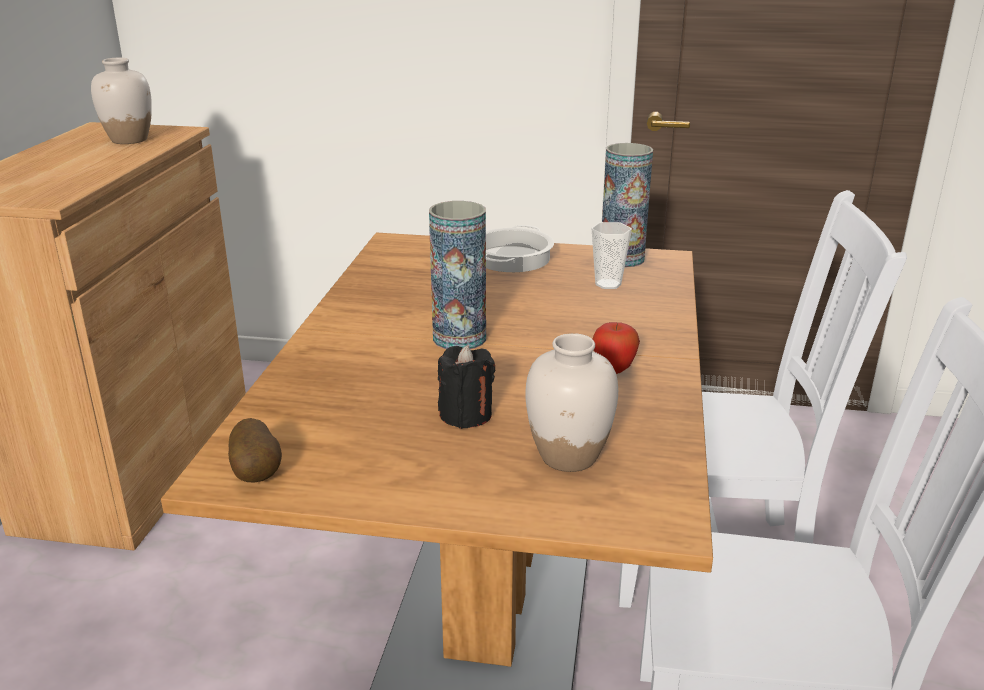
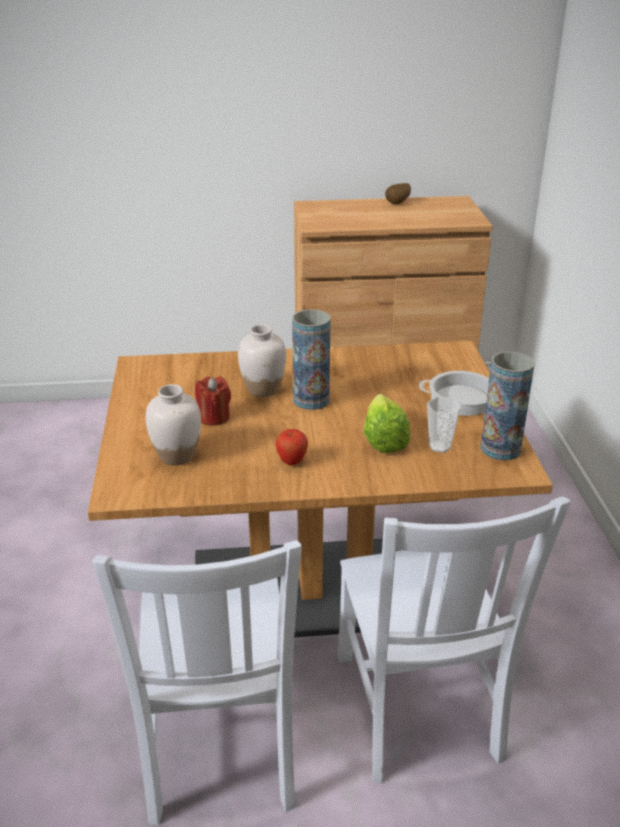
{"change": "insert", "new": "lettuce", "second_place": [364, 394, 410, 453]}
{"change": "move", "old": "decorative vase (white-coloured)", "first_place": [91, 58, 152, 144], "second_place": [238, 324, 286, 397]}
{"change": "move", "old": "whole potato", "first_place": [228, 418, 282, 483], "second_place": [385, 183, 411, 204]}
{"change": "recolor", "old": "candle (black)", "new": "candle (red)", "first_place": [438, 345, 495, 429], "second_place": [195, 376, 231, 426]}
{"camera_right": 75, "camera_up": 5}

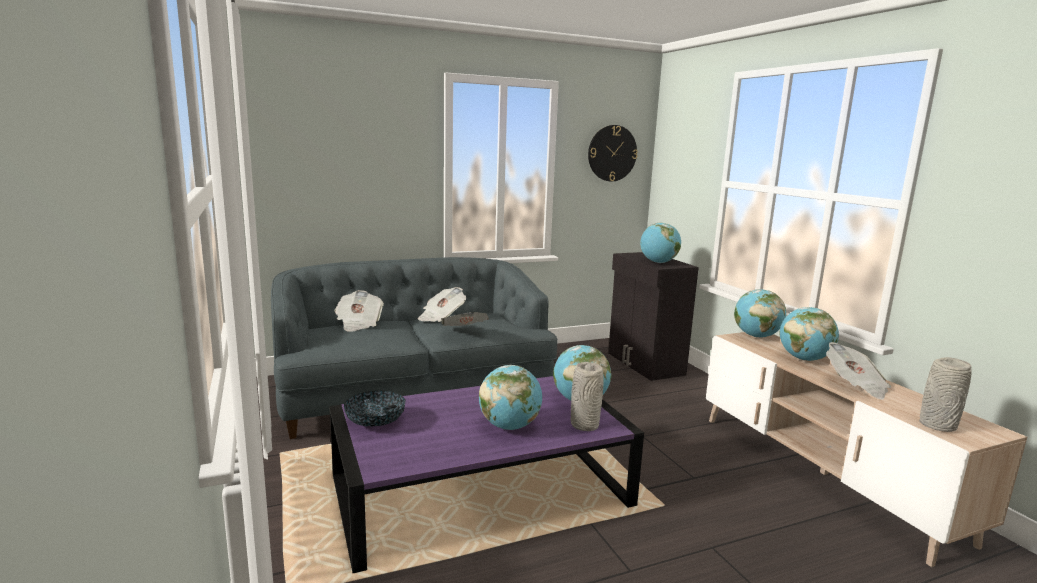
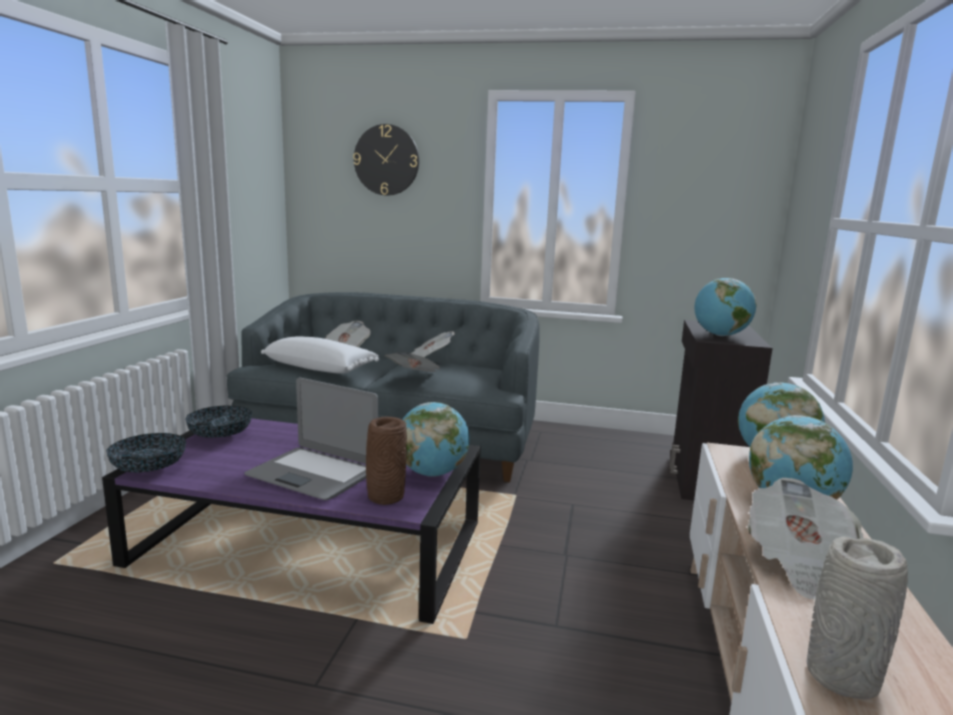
{"change": "insert", "new": "bowl", "second_place": [106, 433, 186, 472]}
{"change": "insert", "new": "pillow (white-coloured)", "second_place": [261, 336, 379, 374]}
{"change": "move", "old": "clock on the wall", "first_place": [588, 125, 638, 182], "second_place": [353, 124, 419, 195]}
{"change": "replace", "old": "desk globe", "new": "notebook computer", "first_place": [479, 365, 542, 430], "second_place": [245, 378, 378, 500]}
{"change": "recolor", "old": "decorative vase (gray)", "new": "decorative vase (brown)", "first_place": [571, 362, 603, 431], "second_place": [366, 417, 407, 505]}
{"camera_right": 35, "camera_up": 0}

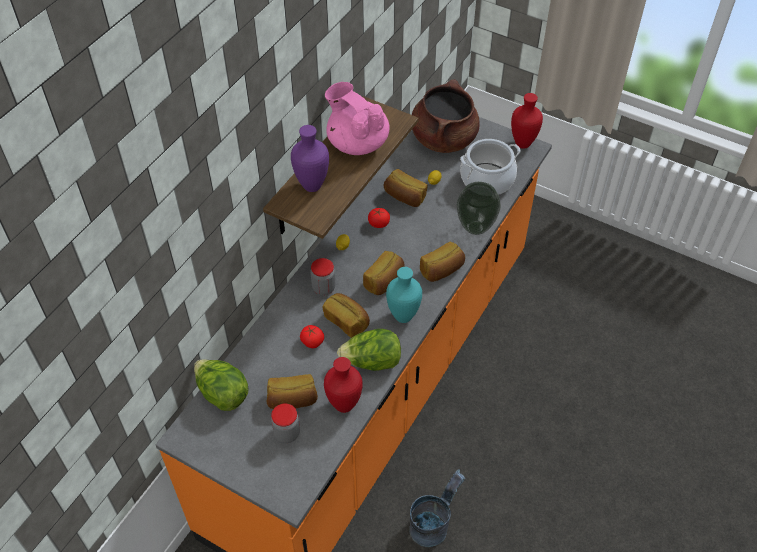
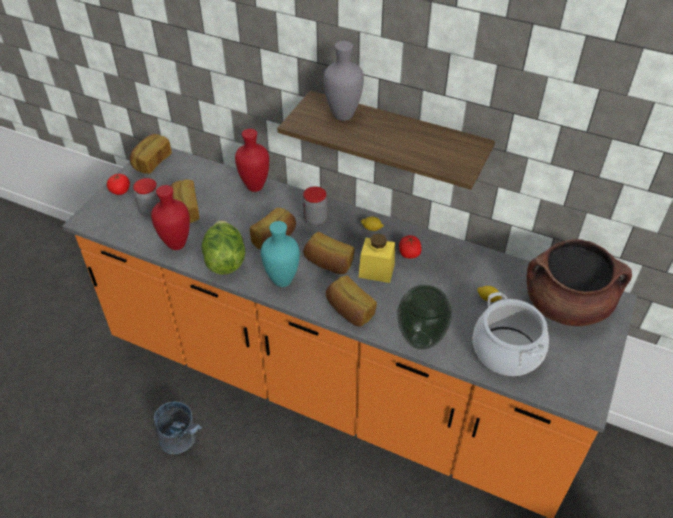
{"change": "delete", "old": "lettuce", "first_place": [194, 359, 248, 411]}
{"change": "delete", "old": "tea pot (pinkish)", "first_place": [325, 82, 390, 155]}
{"change": "insert", "new": "preserve jar (yellow)", "second_place": [358, 234, 395, 283]}
{"change": "move", "old": "fresh tomato", "first_place": [300, 325, 324, 348], "second_place": [107, 173, 130, 195]}
{"change": "move", "old": "baked bread", "first_place": [384, 169, 428, 207], "second_place": [130, 134, 172, 174]}
{"change": "move", "old": "decorative vase (red)", "first_place": [511, 93, 543, 149], "second_place": [235, 129, 269, 192]}
{"change": "recolor", "old": "decorative vase (purple)", "new": "decorative vase (gray)", "first_place": [291, 125, 329, 192], "second_place": [323, 41, 364, 121]}
{"camera_right": 85, "camera_up": -5}

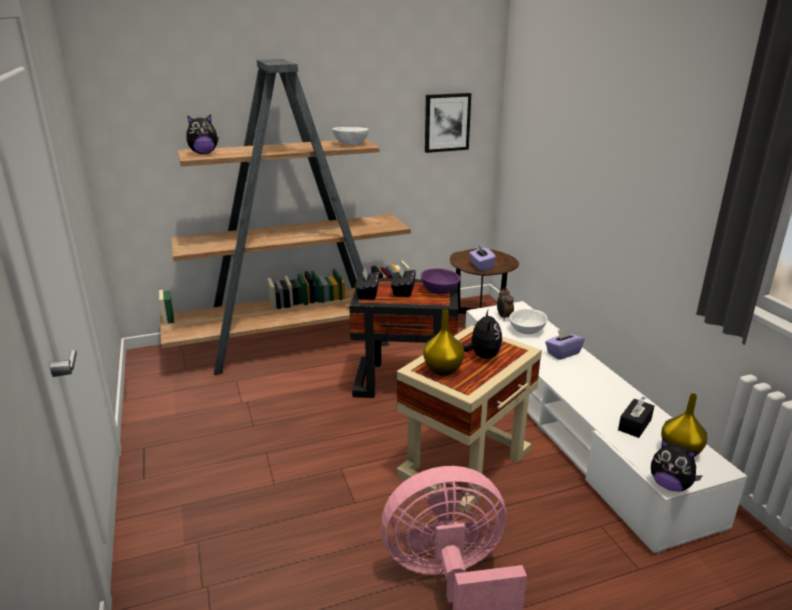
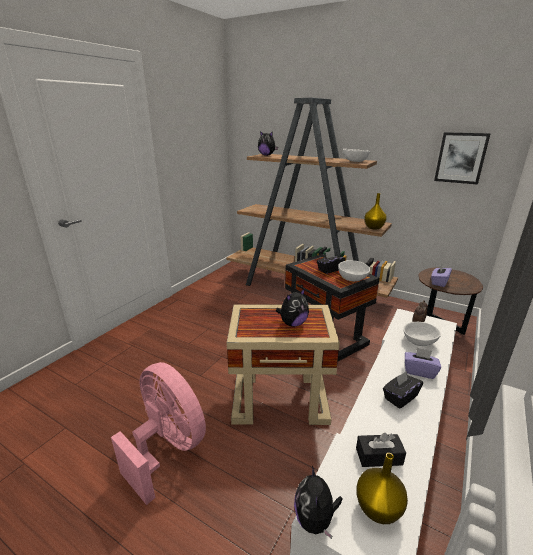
{"change": "move", "old": "box of tissues (black)", "first_place": [355, 268, 379, 300], "second_place": [383, 371, 423, 409]}
{"change": "move", "old": "decorative vase (yellow)", "first_place": [423, 310, 465, 376], "second_place": [364, 193, 387, 230]}
{"change": "recolor", "old": "bowl (purple)", "new": "bowl (white-coloured)", "first_place": [421, 268, 460, 294], "second_place": [338, 260, 370, 281]}
{"camera_right": 50, "camera_up": 0}

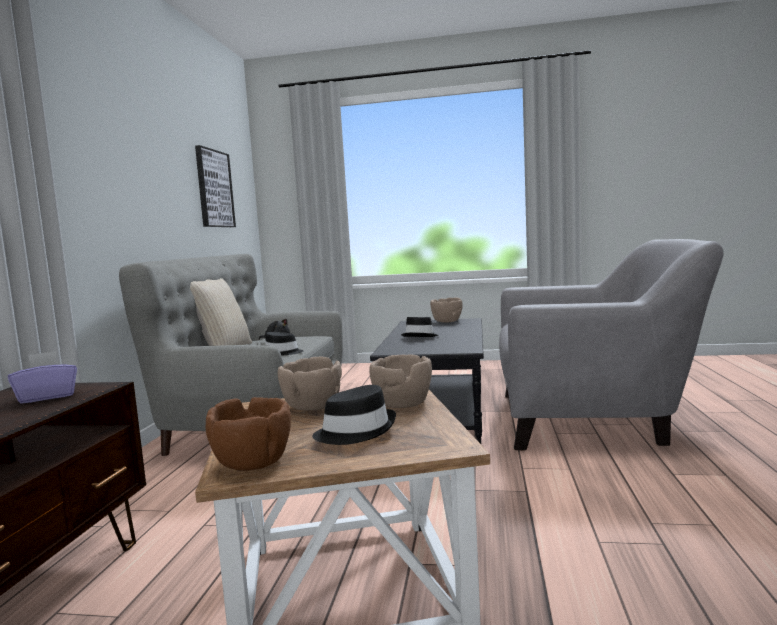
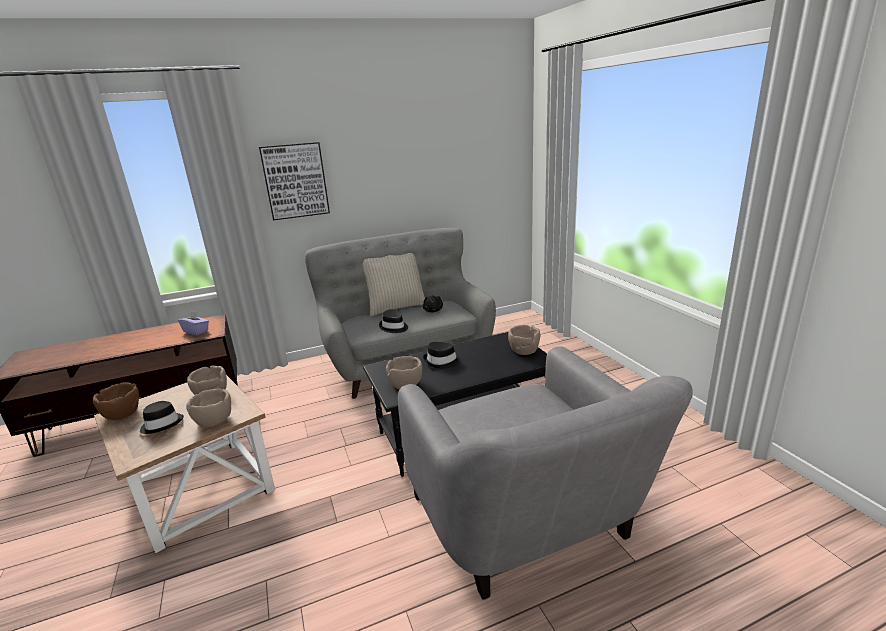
{"change": "insert", "new": "bowl (brown)", "second_place": [386, 356, 422, 389]}
{"change": "move", "old": "picture", "first_place": [195, 145, 236, 227], "second_place": [259, 142, 330, 220]}
{"camera_right": 60, "camera_up": 15}

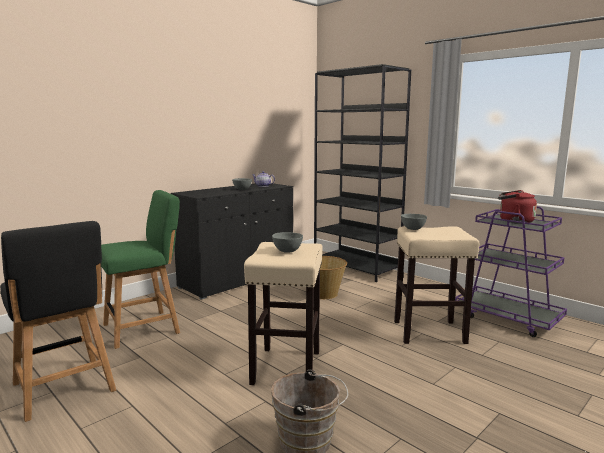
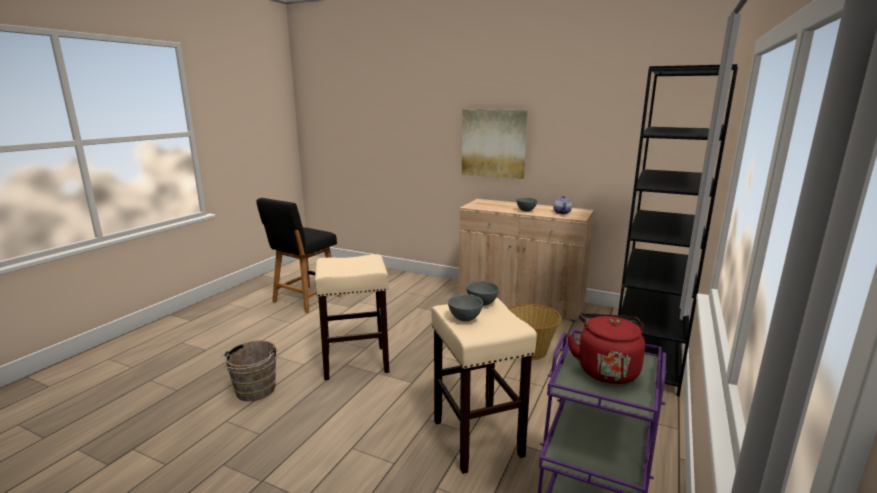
{"change": "delete", "old": "plain chair (green)", "first_place": [101, 190, 180, 349]}
{"change": "insert", "new": "picture", "second_place": [462, 109, 528, 179]}
{"change": "move", "old": "bowl (gray)", "first_place": [272, 232, 303, 253], "second_place": [448, 294, 483, 321]}
{"change": "recolor", "old": "storage cabinet (black)", "new": "storage cabinet (sand-coloured)", "first_place": [171, 183, 293, 300], "second_place": [458, 199, 594, 322]}
{"camera_right": 70, "camera_up": 5}

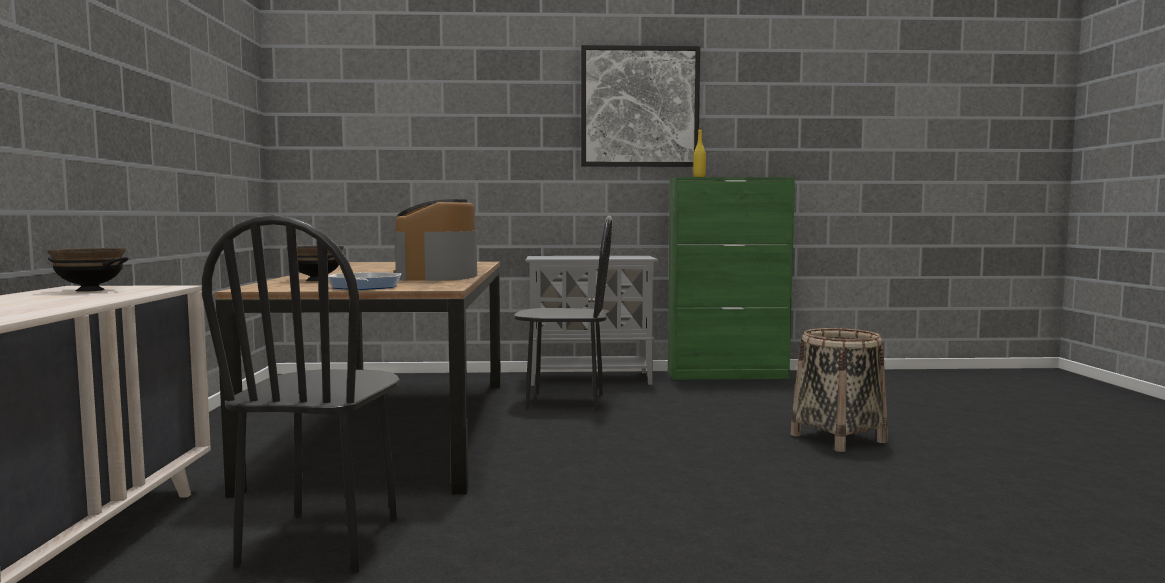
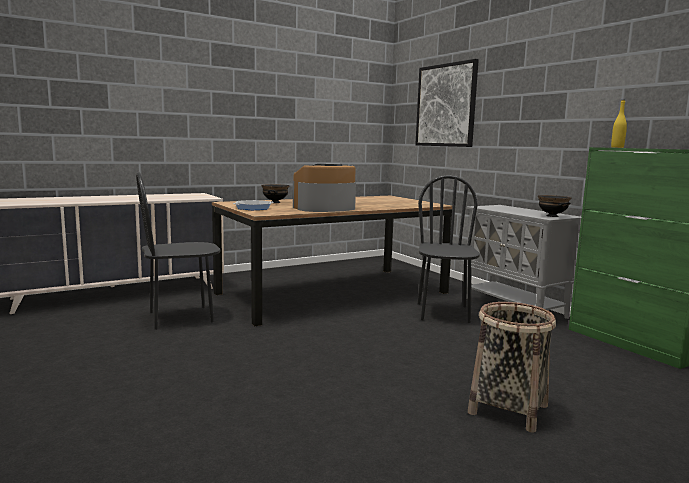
{"change": "move", "old": "bowl (black)", "first_place": [47, 248, 128, 292], "second_place": [538, 195, 571, 217]}
{"change": "move", "old": "picture", "first_place": [581, 45, 700, 167], "second_place": [415, 59, 479, 147]}
{"change": "rotate", "old": "plain chair (black)", "first_place": [514, 215, 612, 412], "second_place": [418, 175, 480, 323], "degrees": -150}
{"camera_right": 60, "camera_up": 5}

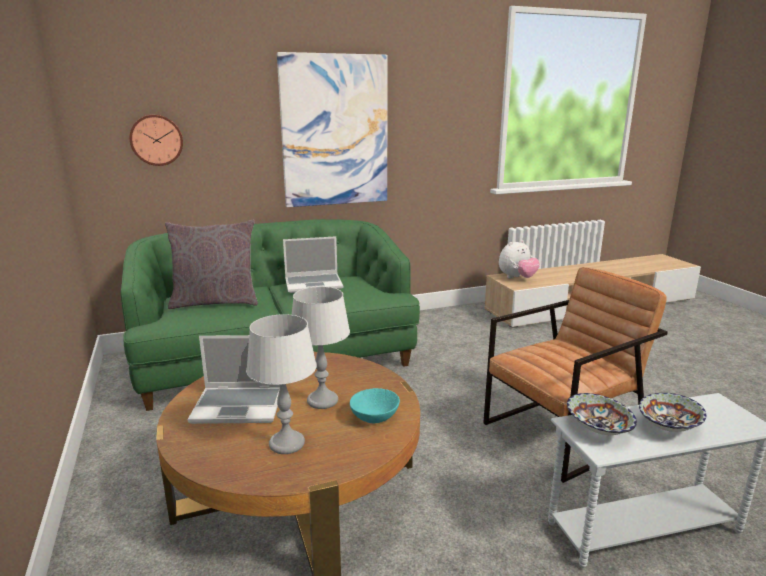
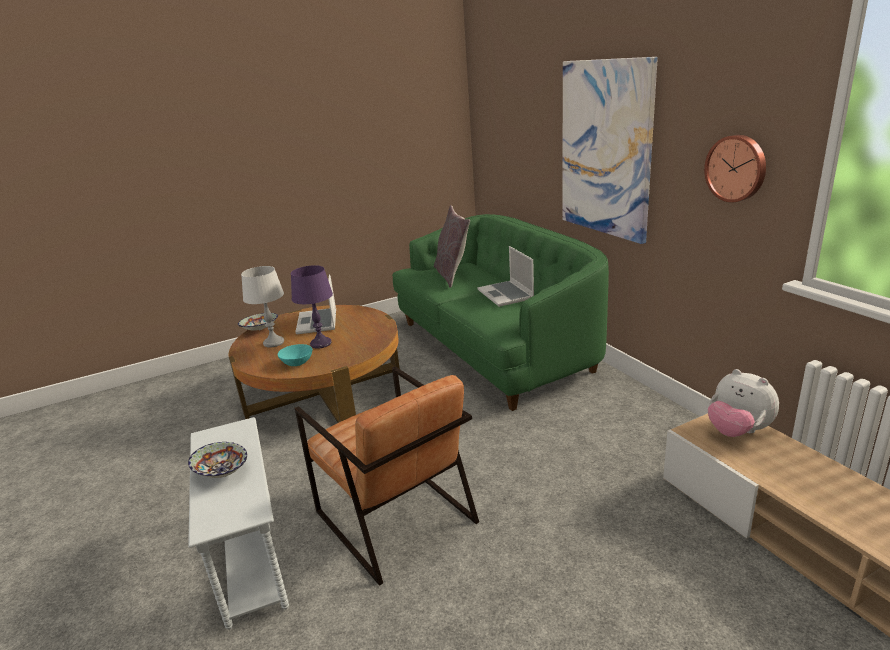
{"change": "move", "old": "clock on the wall", "first_place": [129, 115, 183, 166], "second_place": [704, 135, 766, 202]}
{"change": "move", "old": "bowl", "first_place": [567, 393, 637, 435], "second_place": [238, 313, 278, 331]}
{"change": "recolor", "old": "lamp for a table (gray)", "new": "lamp for a table (purple)", "first_place": [292, 287, 350, 409], "second_place": [291, 265, 333, 349]}
{"camera_right": 85, "camera_up": 5}

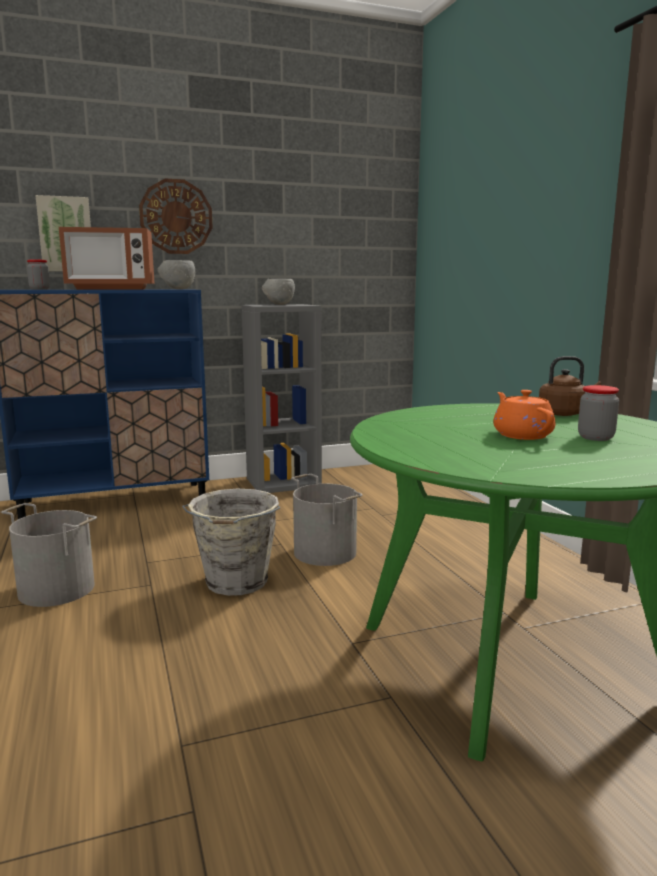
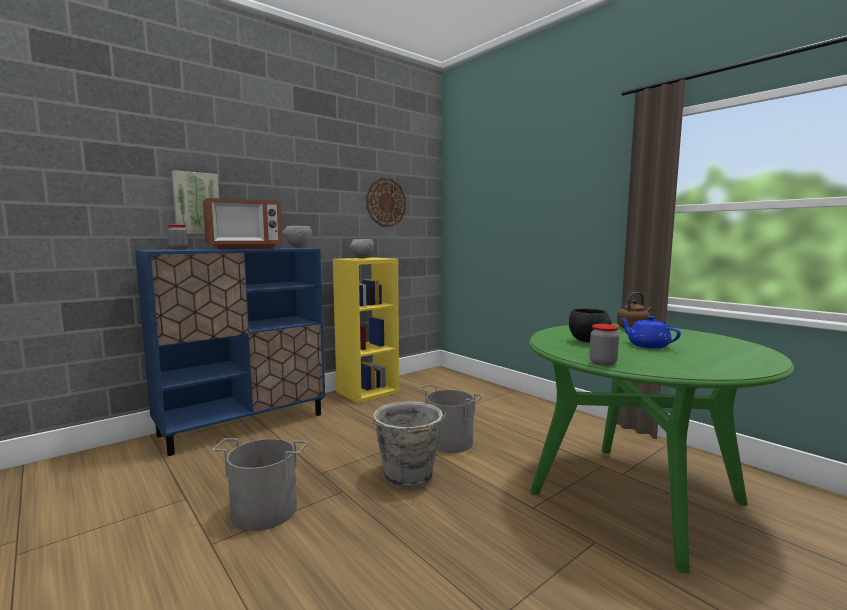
{"change": "insert", "new": "bowl (black)", "second_place": [569, 309, 612, 342]}
{"change": "move", "old": "clock on the wall", "first_place": [139, 179, 213, 254], "second_place": [366, 178, 406, 227]}
{"change": "move", "old": "preserve jar", "first_place": [578, 385, 619, 441], "second_place": [589, 324, 619, 366]}
{"change": "recolor", "old": "shelving unit (gray)", "new": "shelving unit (yellow)", "first_place": [242, 304, 322, 493], "second_place": [333, 257, 399, 403]}
{"change": "recolor", "old": "tea pot (orange-coloured)", "new": "tea pot (bluish)", "first_place": [493, 390, 555, 440], "second_place": [620, 316, 681, 349]}
{"camera_right": -20, "camera_up": -5}

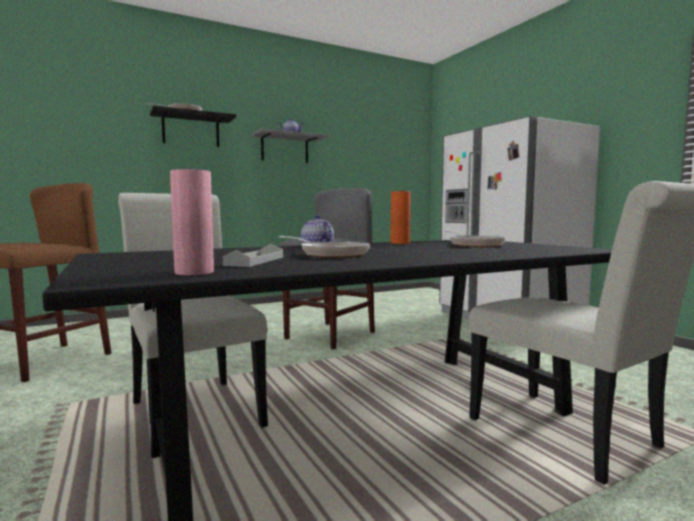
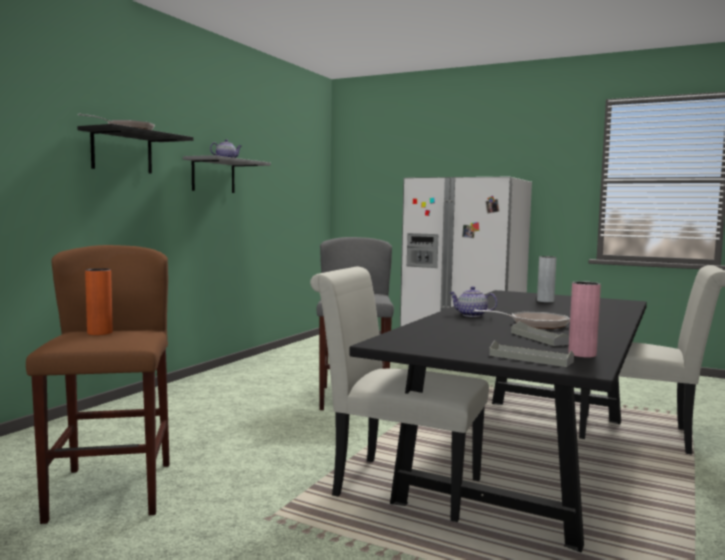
{"change": "insert", "new": "serving tray (gray)", "second_place": [489, 340, 574, 367]}
{"change": "move", "old": "decorative vase (orange-coloured)", "first_place": [391, 191, 411, 244], "second_place": [85, 268, 113, 335]}
{"change": "replace", "old": "pan", "new": "decorative vase (gray)", "first_place": [444, 230, 507, 247], "second_place": [537, 256, 556, 303]}
{"camera_right": -35, "camera_up": 0}

